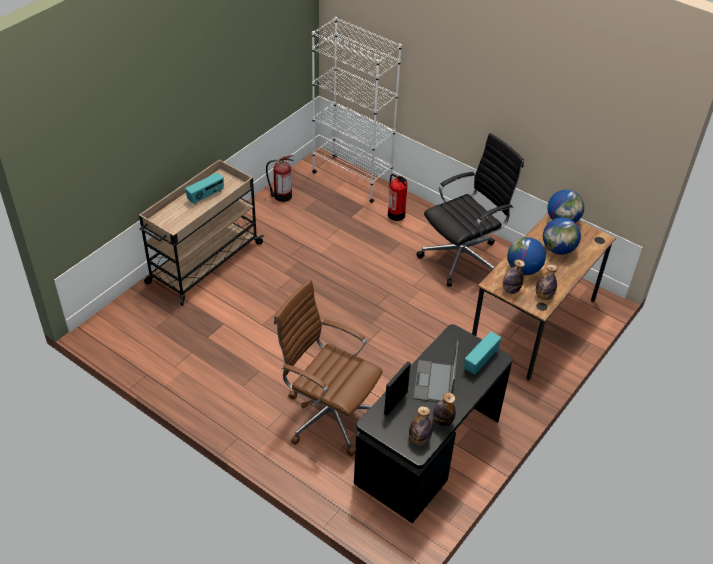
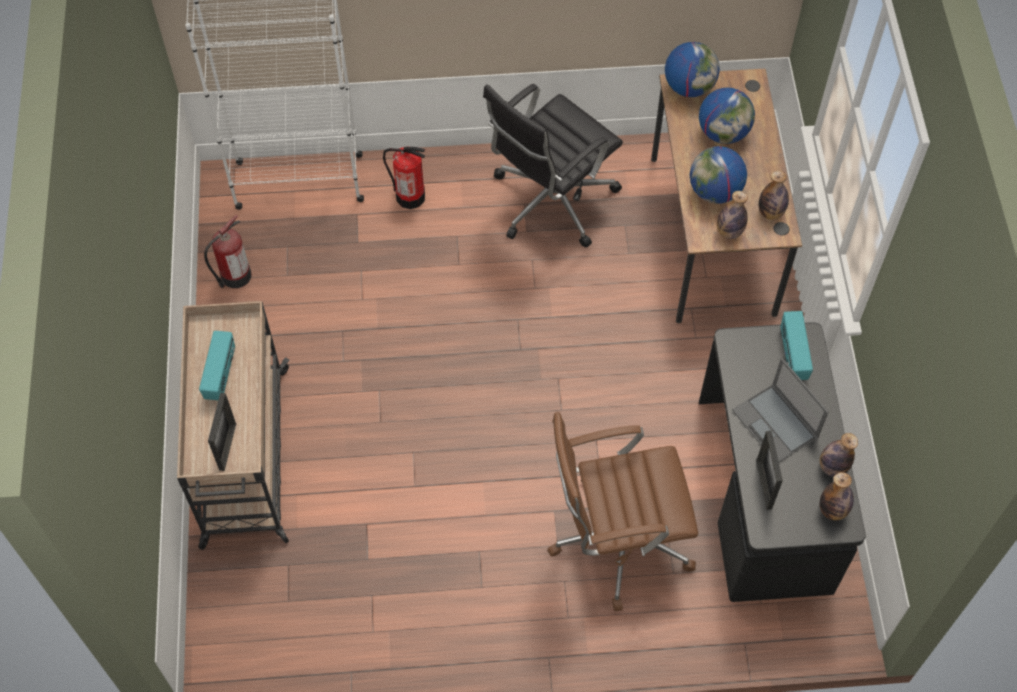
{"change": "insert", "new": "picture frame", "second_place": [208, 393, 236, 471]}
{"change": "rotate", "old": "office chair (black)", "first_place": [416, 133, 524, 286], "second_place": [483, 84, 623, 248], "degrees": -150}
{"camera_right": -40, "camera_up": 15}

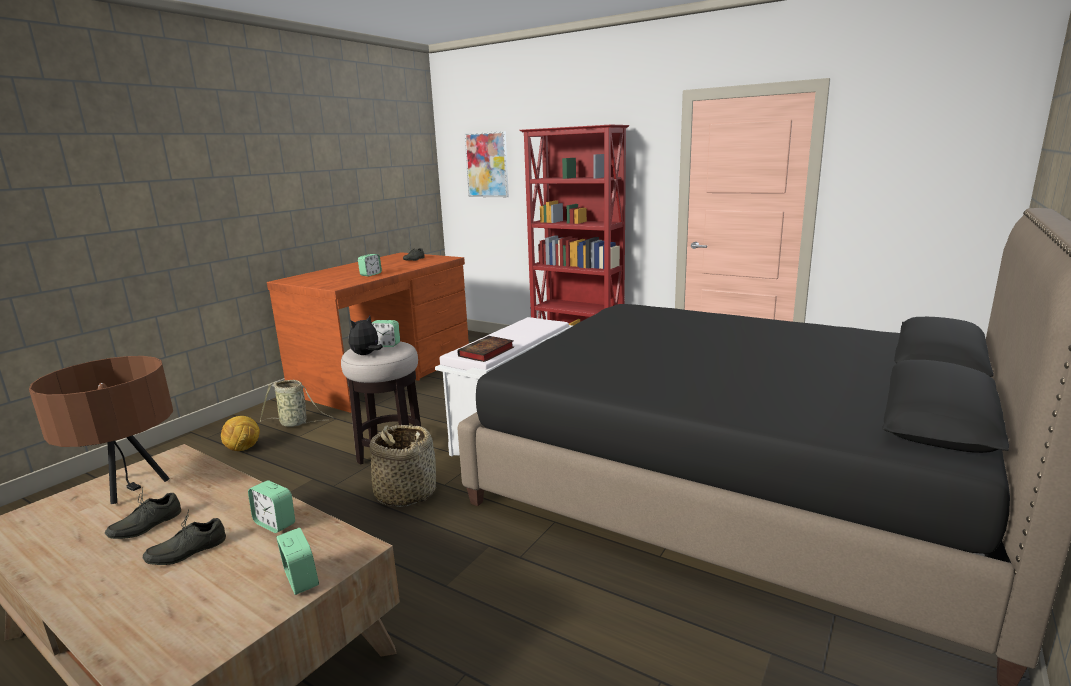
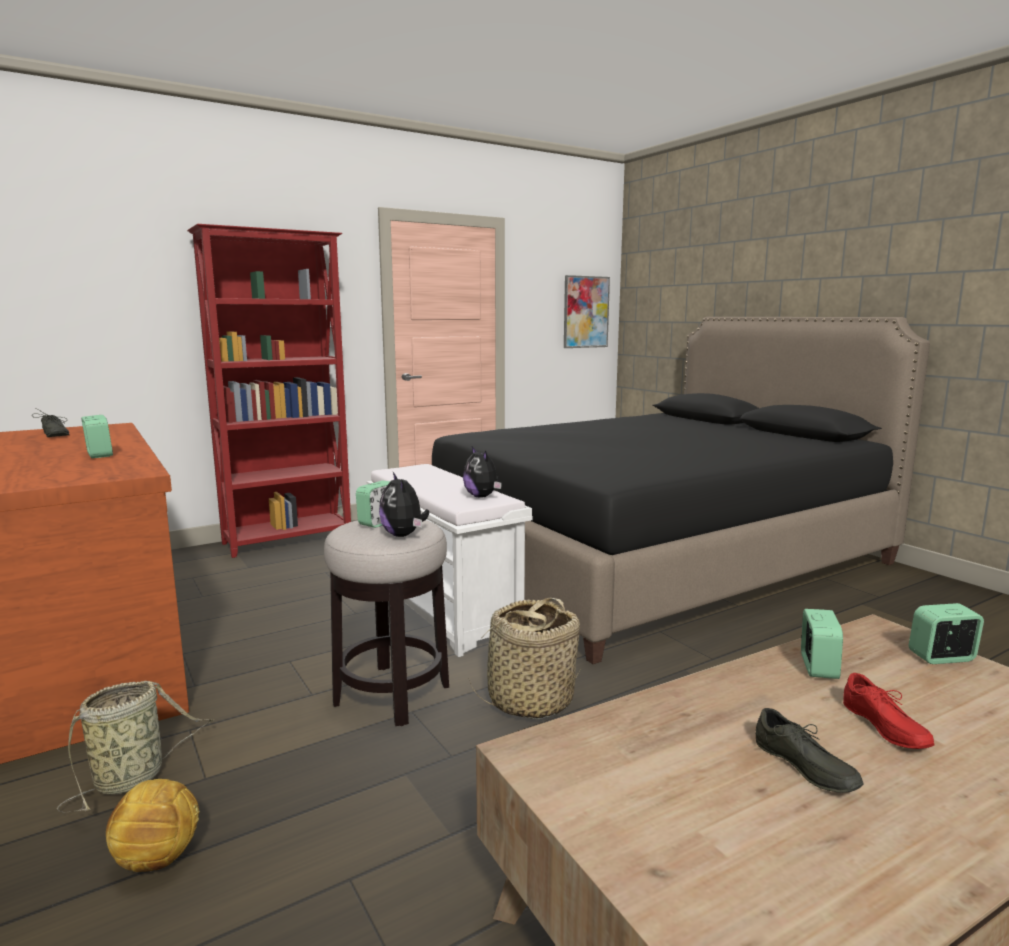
{"change": "delete", "old": "lamp for a table (brown)", "first_place": [29, 356, 173, 504]}
{"change": "move", "old": "picture", "first_place": [464, 131, 509, 197], "second_place": [564, 275, 610, 348]}
{"change": "replace", "old": "volume", "new": "plush toy", "first_place": [458, 336, 514, 362], "second_place": [463, 447, 502, 498]}
{"change": "recolor", "old": "item of footwear (gray)", "new": "item of footwear (red)", "first_place": [143, 509, 226, 565], "second_place": [843, 673, 934, 749]}
{"change": "rotate", "old": "alarm clock", "first_place": [248, 480, 295, 533], "second_place": [801, 609, 843, 679], "degrees": -45}
{"camera_right": -65, "camera_up": -5}

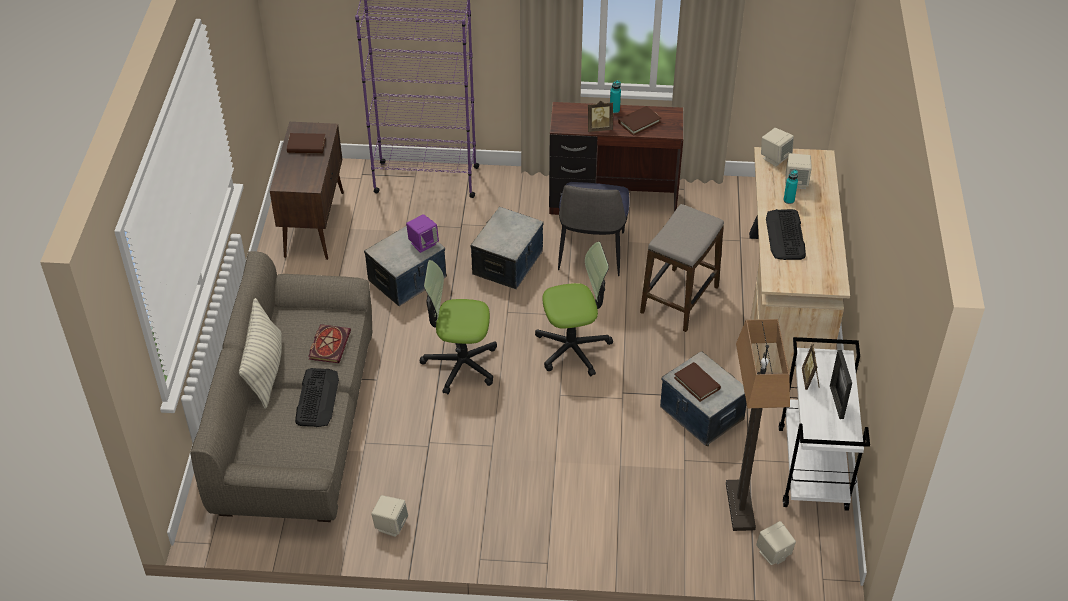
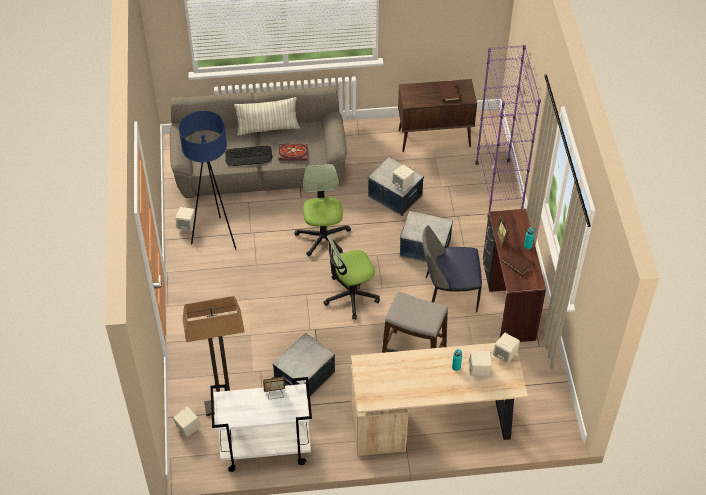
{"change": "delete", "old": "volume (brown)", "first_place": [674, 362, 721, 402]}
{"change": "delete", "old": "keyboard", "first_place": [766, 209, 806, 260]}
{"change": "delete", "old": "picture frame", "first_place": [830, 350, 852, 419]}
{"change": "insert", "new": "floor lamp (bluish)", "second_place": [179, 111, 236, 250]}
{"change": "recolor", "old": "audio speaker (purple)", "new": "audio speaker (sand-coloured)", "first_place": [406, 214, 439, 253], "second_place": [392, 165, 415, 192]}
{"change": "rotate", "old": "office chair", "first_place": [535, 242, 613, 376], "second_place": [323, 235, 380, 319], "degrees": 90}
{"camera_right": 80, "camera_up": 5}

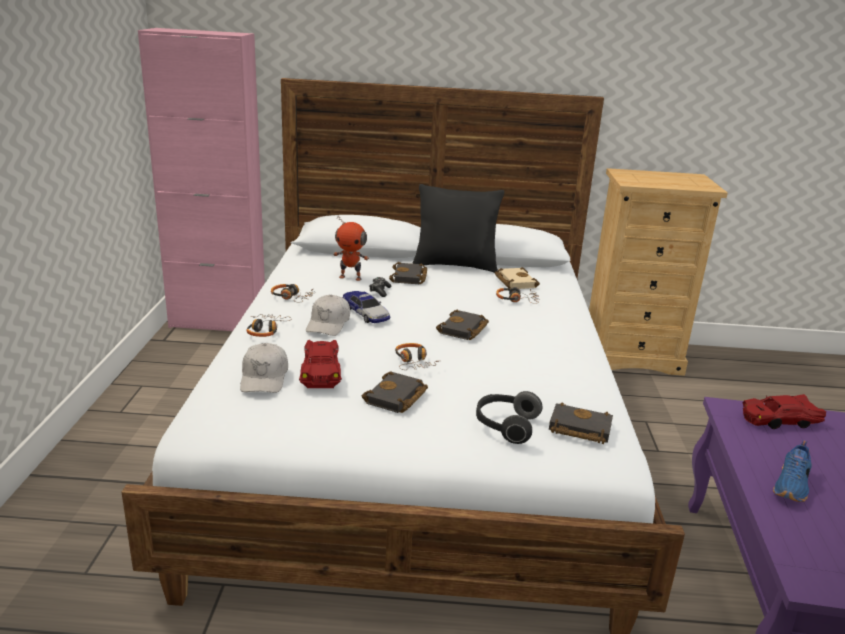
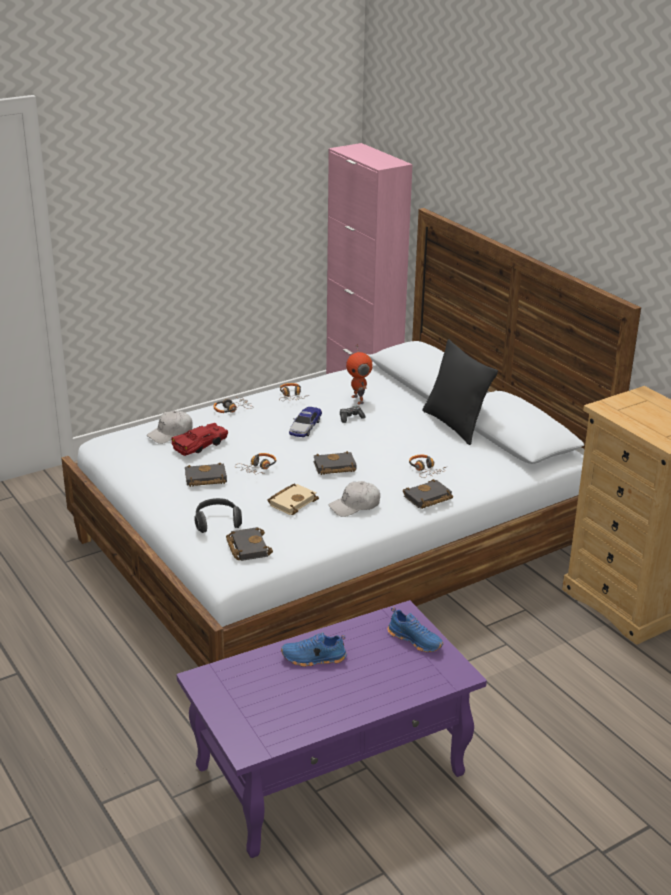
{"change": "move", "old": "peaked cap (white-coloured)", "first_place": [306, 295, 350, 336], "second_place": [329, 481, 380, 517]}
{"change": "move", "old": "volume (black)", "first_place": [389, 262, 427, 284], "second_place": [403, 479, 453, 509]}
{"change": "move", "old": "volume (sand-coloured)", "first_place": [494, 267, 540, 289], "second_place": [268, 484, 319, 515]}
{"change": "replace", "old": "miniature car (red)", "new": "item of footwear (bluish)", "first_place": [743, 394, 826, 429], "second_place": [387, 607, 443, 652]}
{"camera_right": 55, "camera_up": 5}

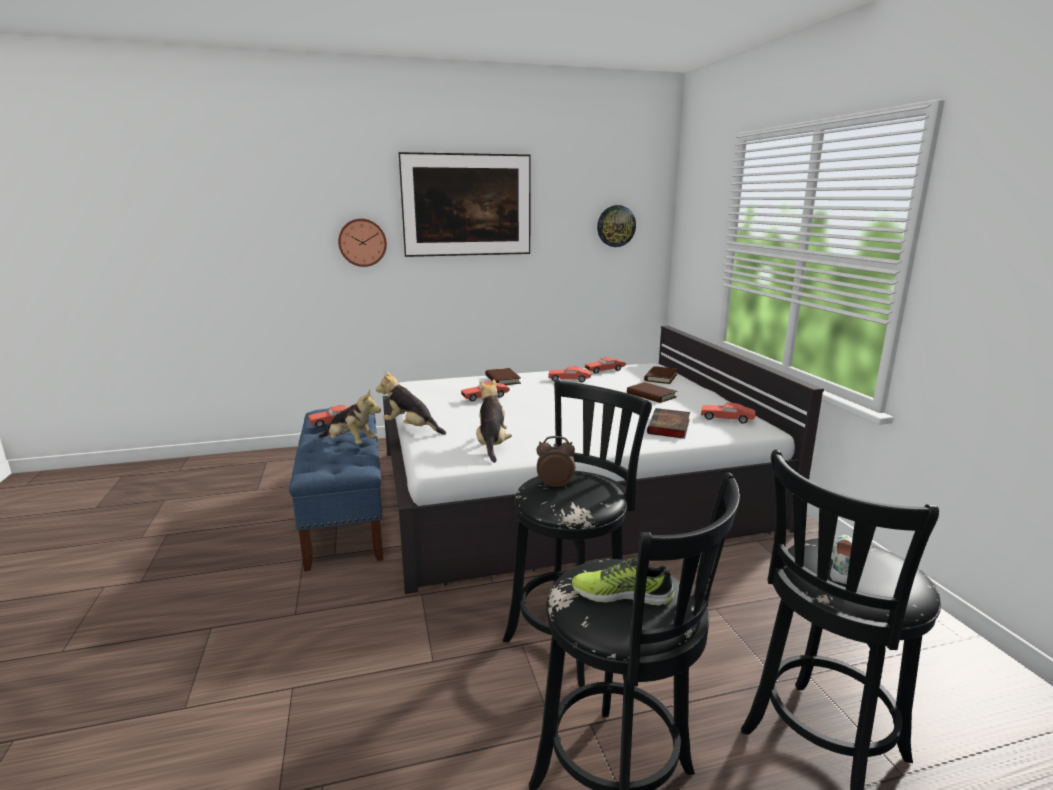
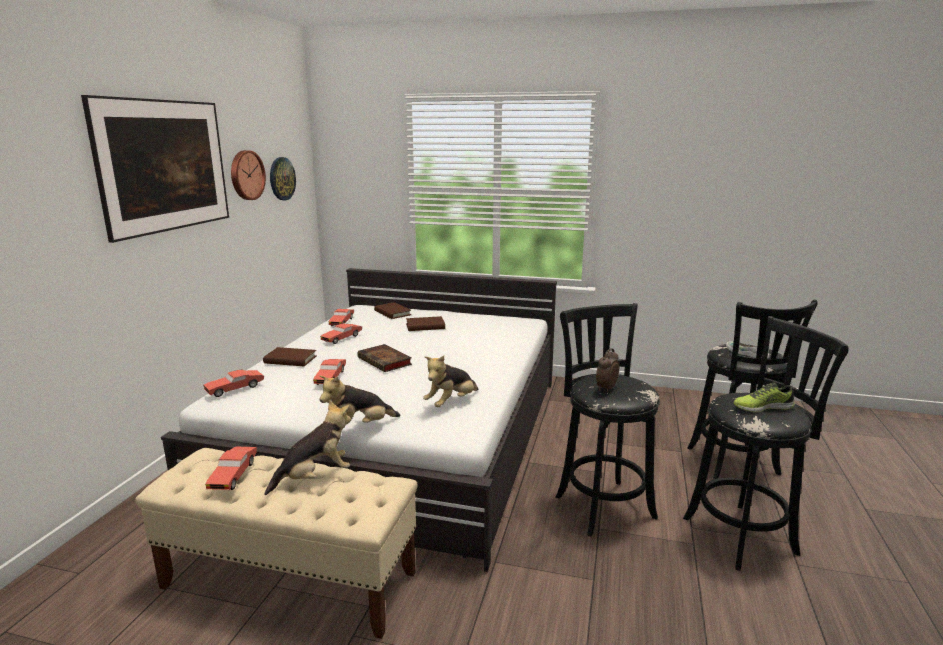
{"change": "move", "old": "clock on the wall", "first_place": [338, 219, 387, 267], "second_place": [231, 150, 266, 200]}
{"change": "move", "old": "volume", "first_place": [647, 408, 690, 439], "second_place": [357, 344, 412, 372]}
{"change": "move", "old": "miniature car (red)", "first_place": [701, 402, 756, 424], "second_place": [203, 369, 264, 397]}
{"change": "recolor", "old": "bench (bluish)", "new": "bench (sand-coloured)", "first_place": [289, 408, 383, 572], "second_place": [135, 448, 418, 639]}
{"change": "rotate", "old": "plush toy", "first_place": [476, 379, 512, 463], "second_place": [423, 355, 479, 407], "degrees": -75}
{"change": "rotate", "old": "item of footwear", "first_place": [572, 558, 675, 606], "second_place": [734, 383, 795, 412], "degrees": 45}
{"camera_right": -60, "camera_up": 0}

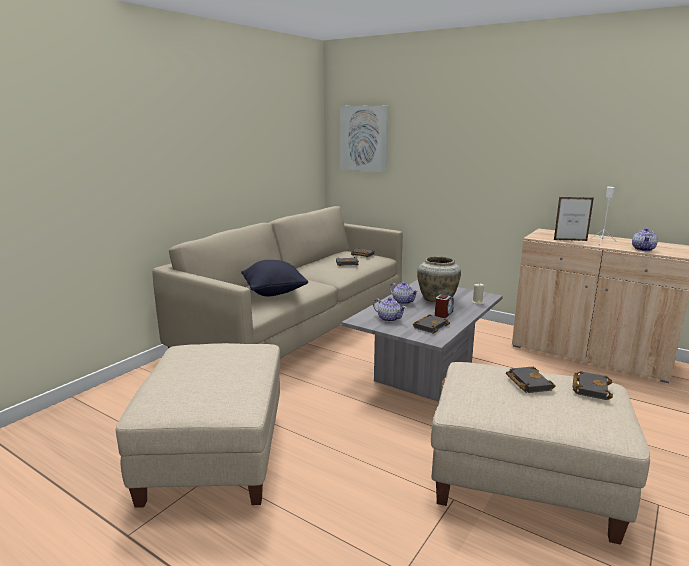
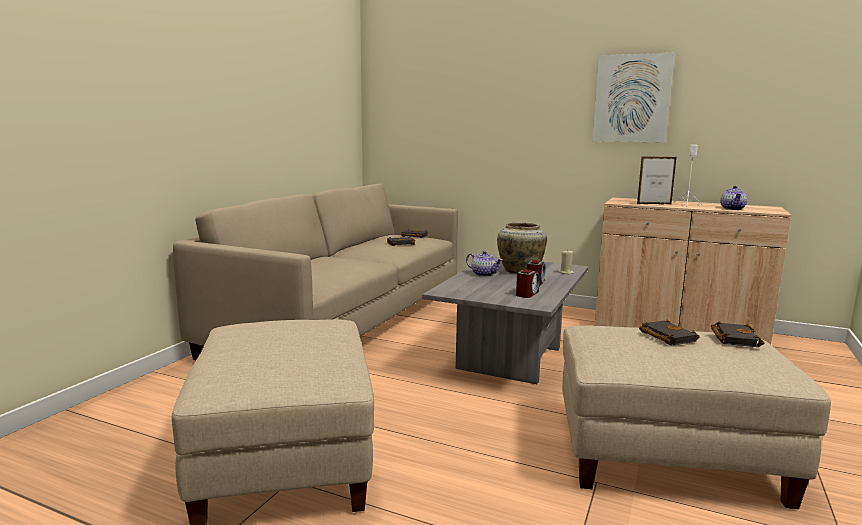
{"change": "delete", "old": "pillow (black)", "first_place": [241, 260, 308, 296]}
{"change": "delete", "old": "tea pot", "first_place": [373, 297, 407, 322]}
{"change": "move", "old": "picture", "first_place": [340, 105, 388, 173], "second_place": [592, 53, 674, 143]}
{"change": "replace", "old": "volume (black)", "new": "alarm clock", "first_place": [413, 314, 450, 333], "second_place": [516, 269, 540, 298]}
{"camera_right": -10, "camera_up": -5}

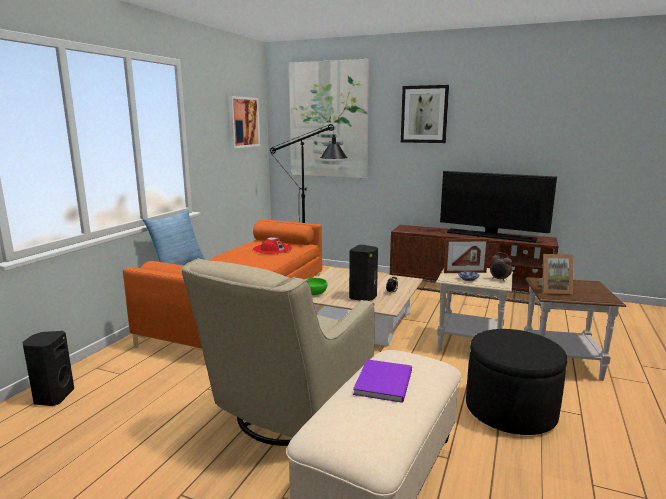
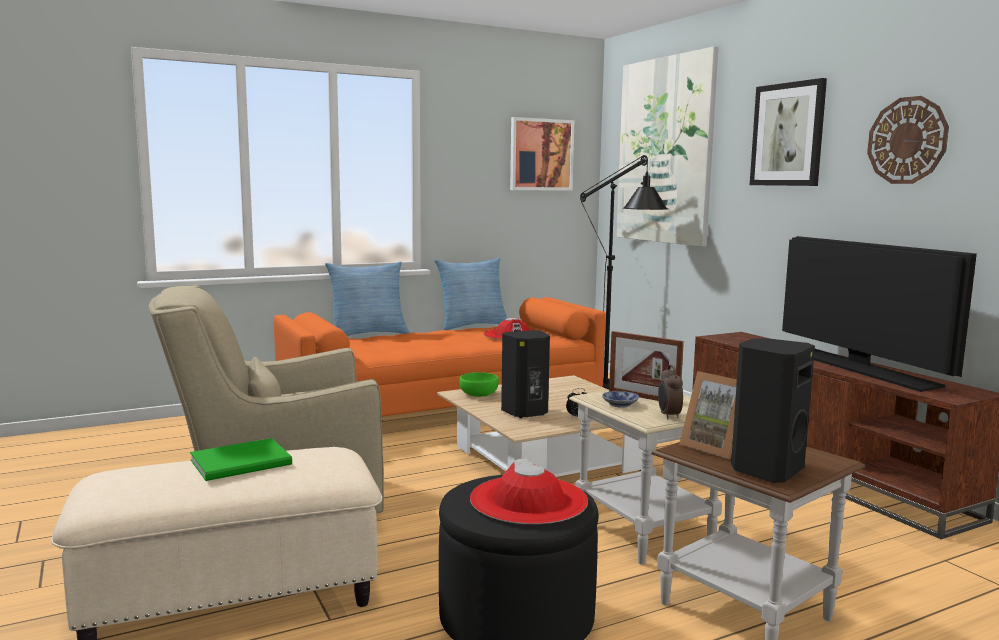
{"change": "insert", "new": "pillow", "second_place": [435, 258, 507, 330]}
{"change": "insert", "new": "wearable hat (red)", "second_place": [470, 458, 588, 524]}
{"change": "insert", "new": "clock on the wall", "second_place": [867, 96, 949, 184]}
{"change": "move", "old": "audio speaker (black)", "first_place": [23, 331, 74, 406], "second_place": [731, 338, 815, 483]}
{"change": "recolor", "old": "volume (purple)", "new": "volume (green)", "first_place": [353, 359, 412, 403], "second_place": [190, 438, 292, 481]}
{"camera_right": 40, "camera_up": -5}

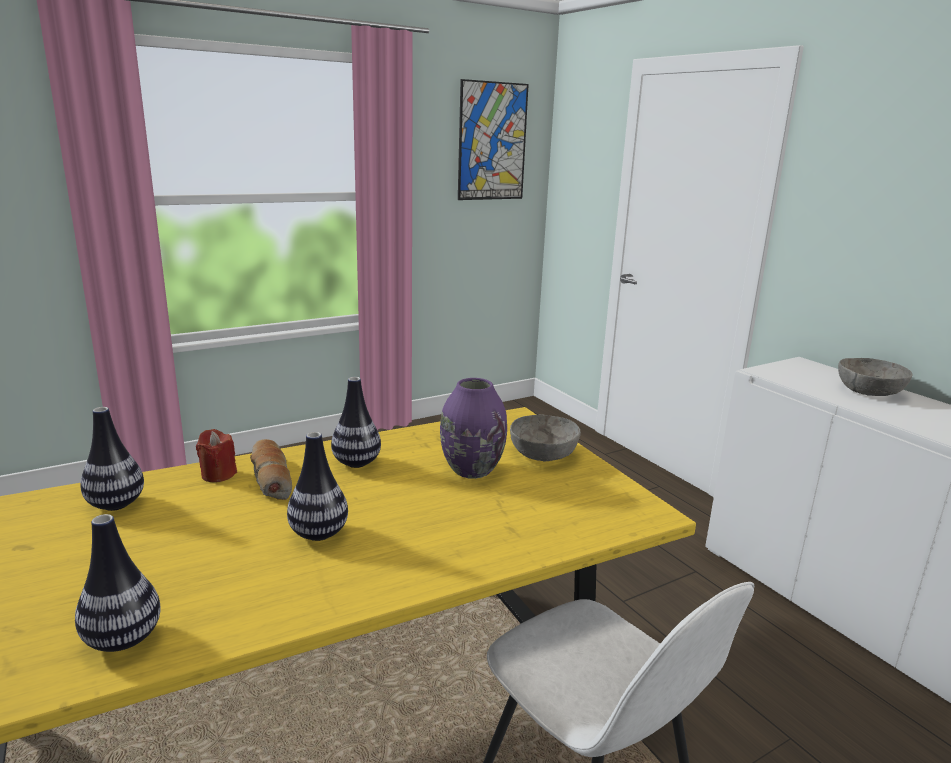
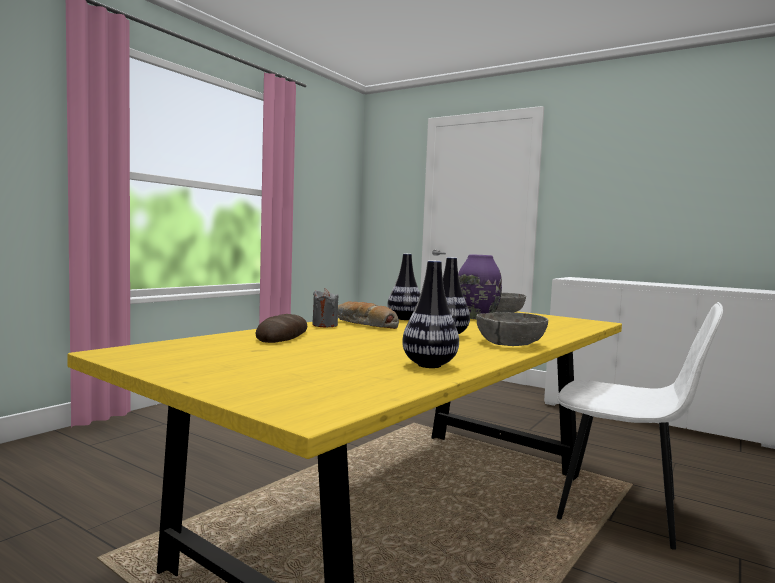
{"change": "delete", "old": "picture", "first_place": [458, 79, 529, 200]}
{"change": "move", "old": "bowl (gray)", "first_place": [838, 358, 912, 396], "second_place": [476, 312, 548, 346]}
{"change": "replace", "old": "decorative vase", "new": "baked bread", "first_place": [80, 407, 144, 511], "second_place": [256, 314, 307, 343]}
{"change": "recolor", "old": "candle (red)", "new": "candle (gray)", "first_place": [196, 429, 237, 482], "second_place": [312, 288, 338, 327]}
{"camera_right": -25, "camera_up": -15}

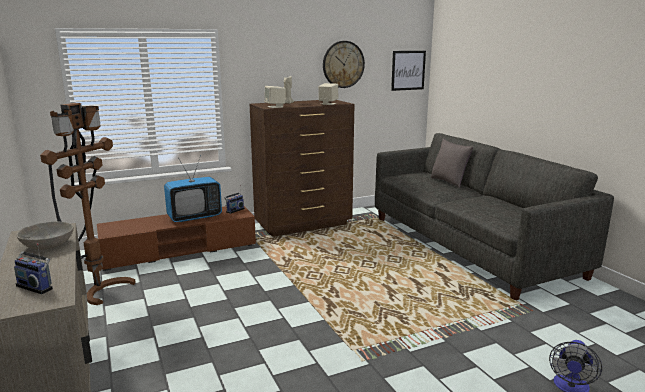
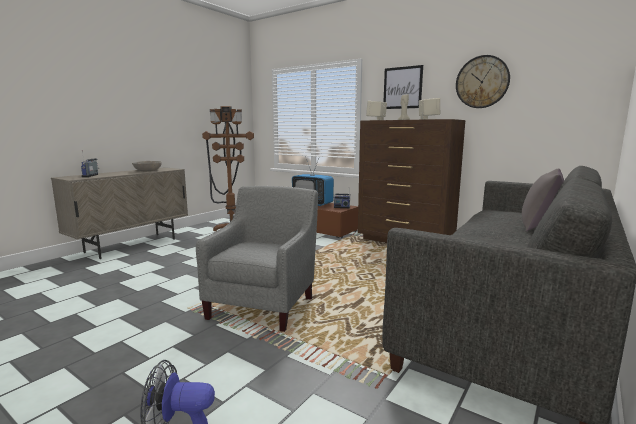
{"change": "insert", "new": "easy chair (gray)", "second_place": [196, 186, 318, 332]}
{"change": "move", "old": "picture", "first_place": [391, 51, 426, 91], "second_place": [384, 65, 423, 109]}
{"camera_right": 60, "camera_up": -5}

